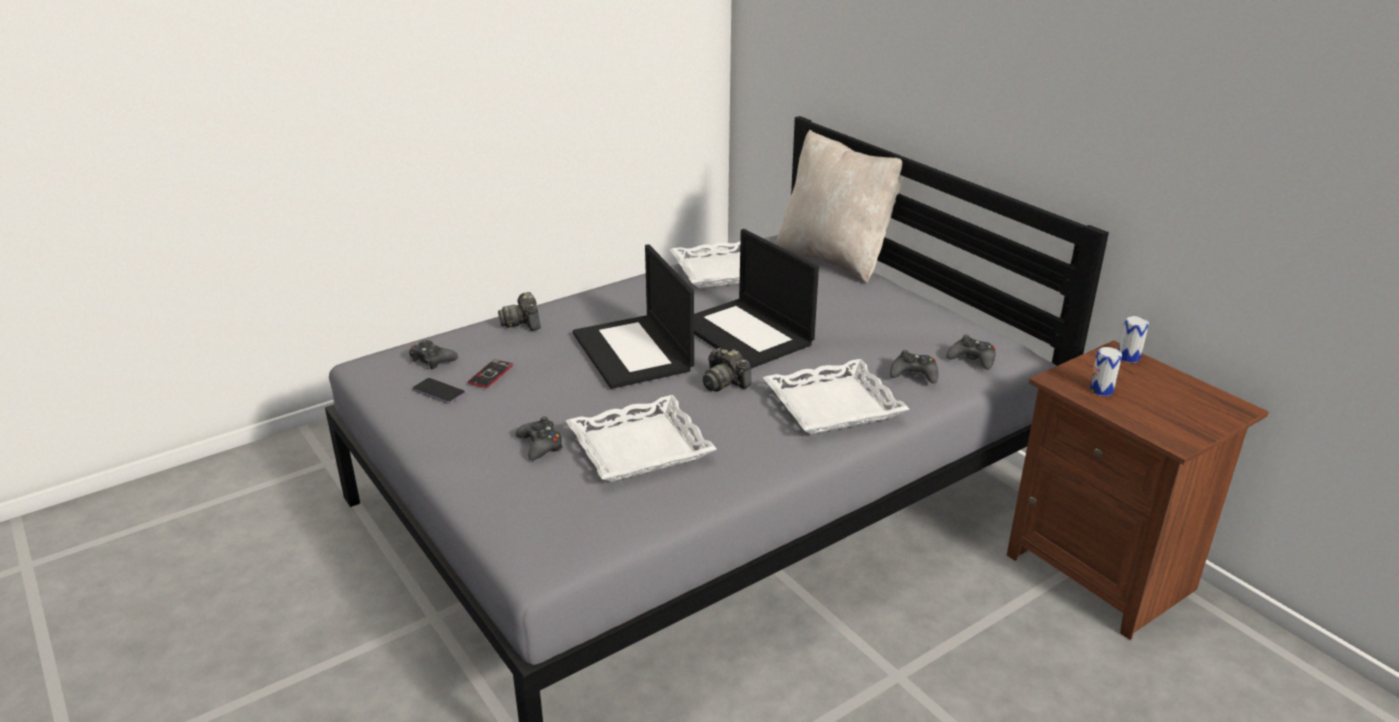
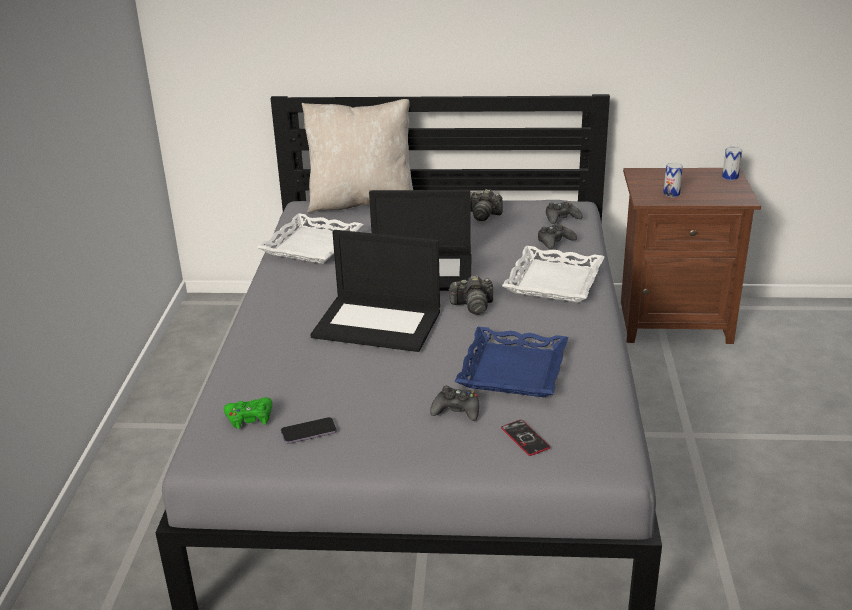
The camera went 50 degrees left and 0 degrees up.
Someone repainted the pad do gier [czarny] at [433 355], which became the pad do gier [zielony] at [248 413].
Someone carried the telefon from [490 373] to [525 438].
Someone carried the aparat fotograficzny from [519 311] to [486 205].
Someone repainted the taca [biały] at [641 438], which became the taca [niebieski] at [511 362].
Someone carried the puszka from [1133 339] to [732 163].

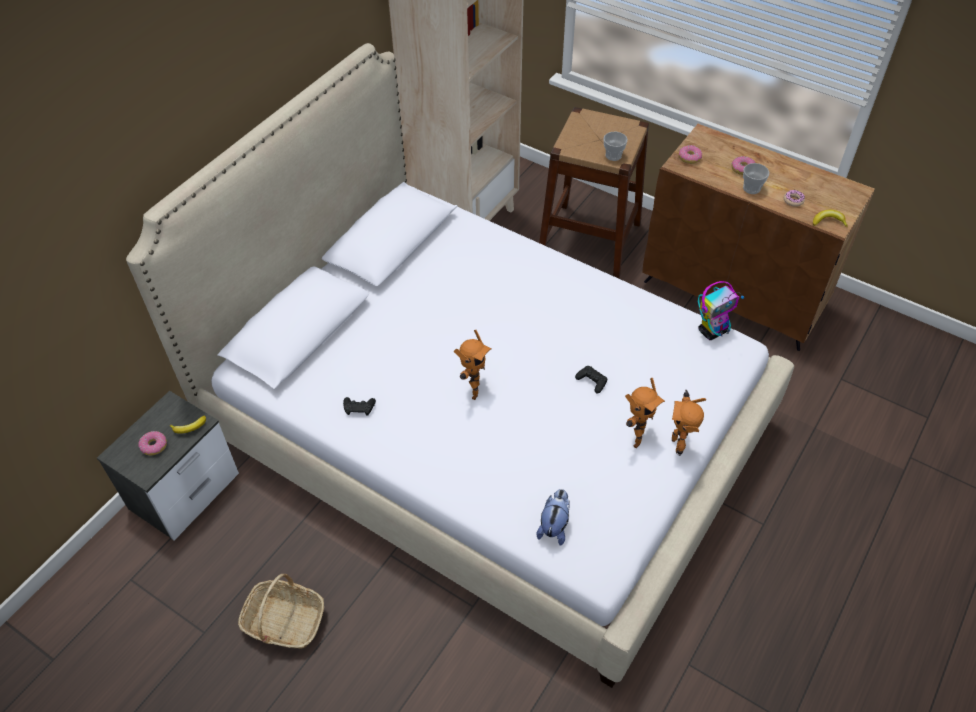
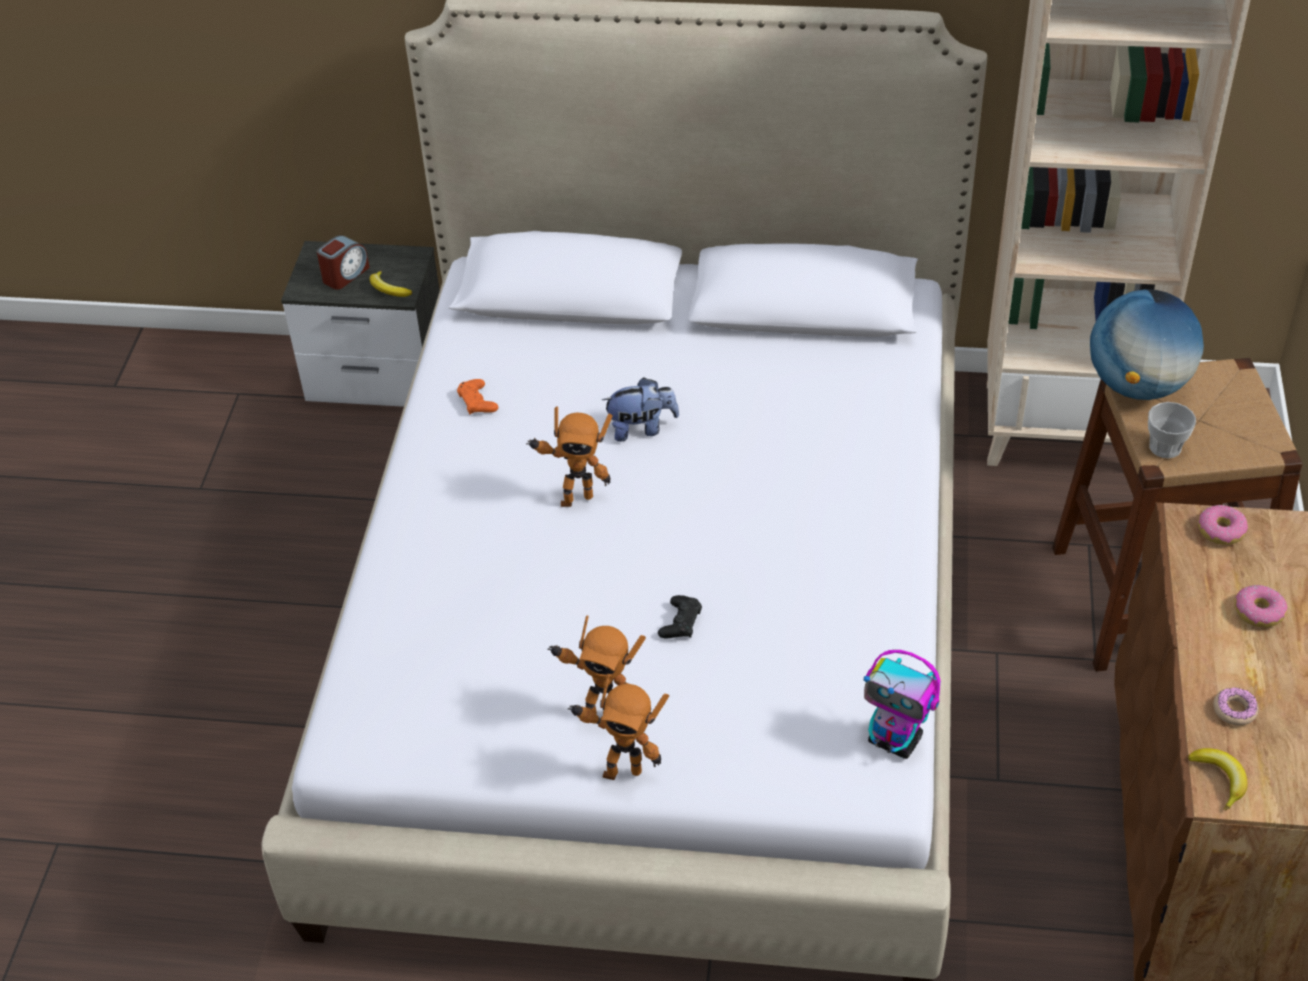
The camera went 65 degrees right and 5 degrees down.
Someone swapped the donut at [152 443] for the budzik at [343 262].
Someone took away the koszyk at [281 611].
Someone repainted the pad do gier [czarny] at [359 406], which became the pad do gier [pomarańczowy] at [478 397].
Someone carried the pluszak from [553 517] to [640 409].
Someone rotated the robot zabawkowy at [689 423] by 150 degrees counterclockwise.
Someone took away the filiżanka at [756 178].
Someone put down the globus at [1147 344].

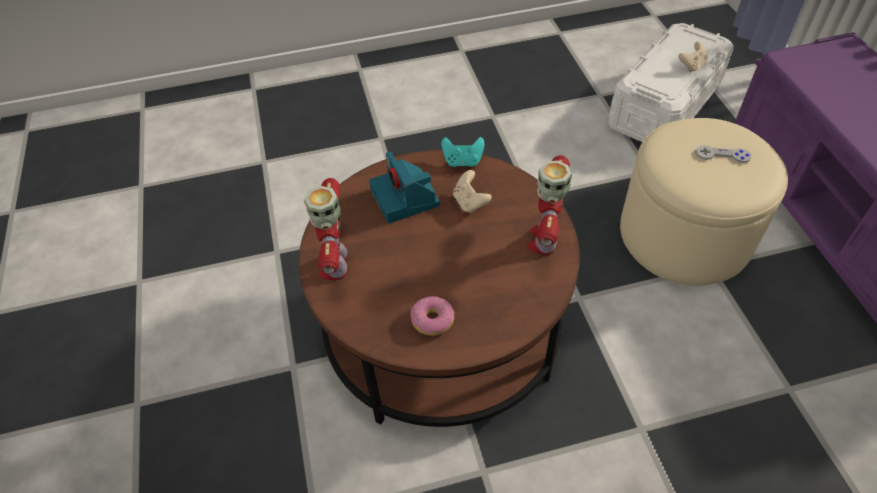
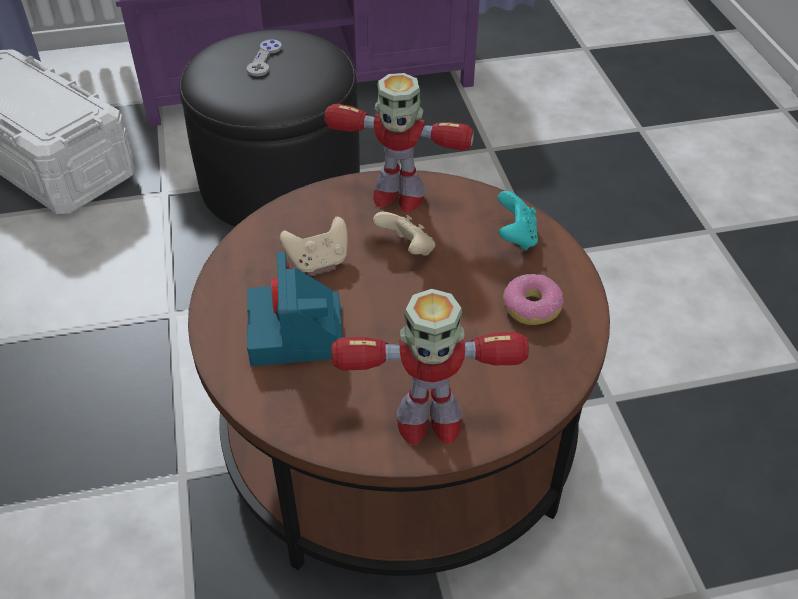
The camera went 90 degrees left and 5 degrees down.
Someone rotated the aparat fotograficzny at [404 187] by 105 degrees clockwise.
Someone carried the pad do gier [turkusowy] from [463 152] to [518 220].
Someone repainted the pufa [beżowy] at [704 202], which became the pufa [czarny] at [269 128].
Someone carried the pad do gier [beżowy] from [693 57] to [404 234].

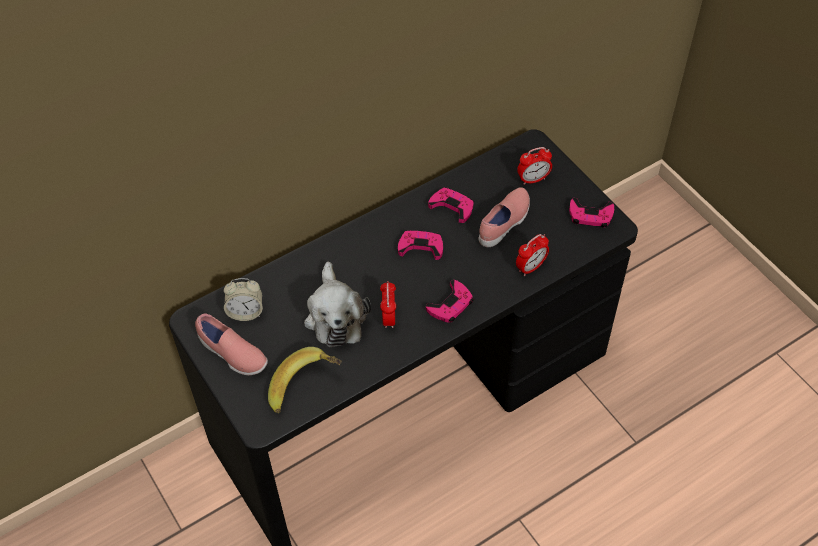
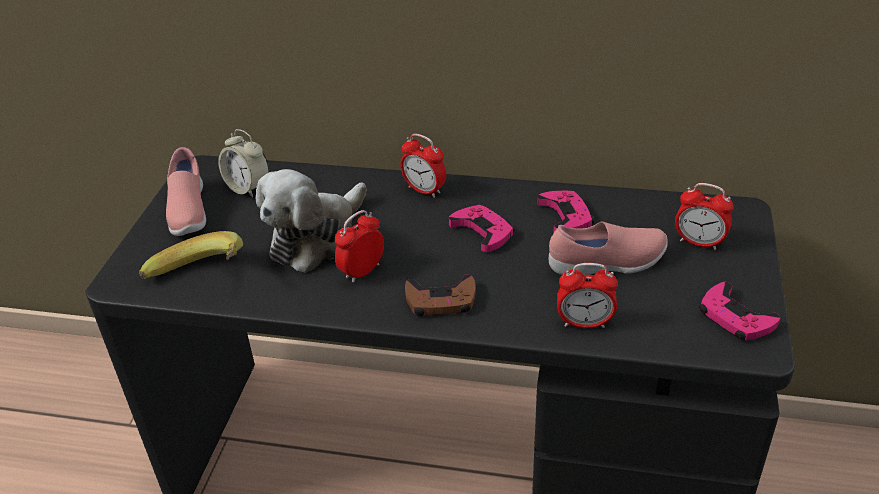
The camera went 45 degrees right and 15 degrees down.
Someone repainted the pad do gier [różowy] at [449 301], which became the pad do gier [brązowy] at [440 295].
Someone put down the budzik at [423 166].

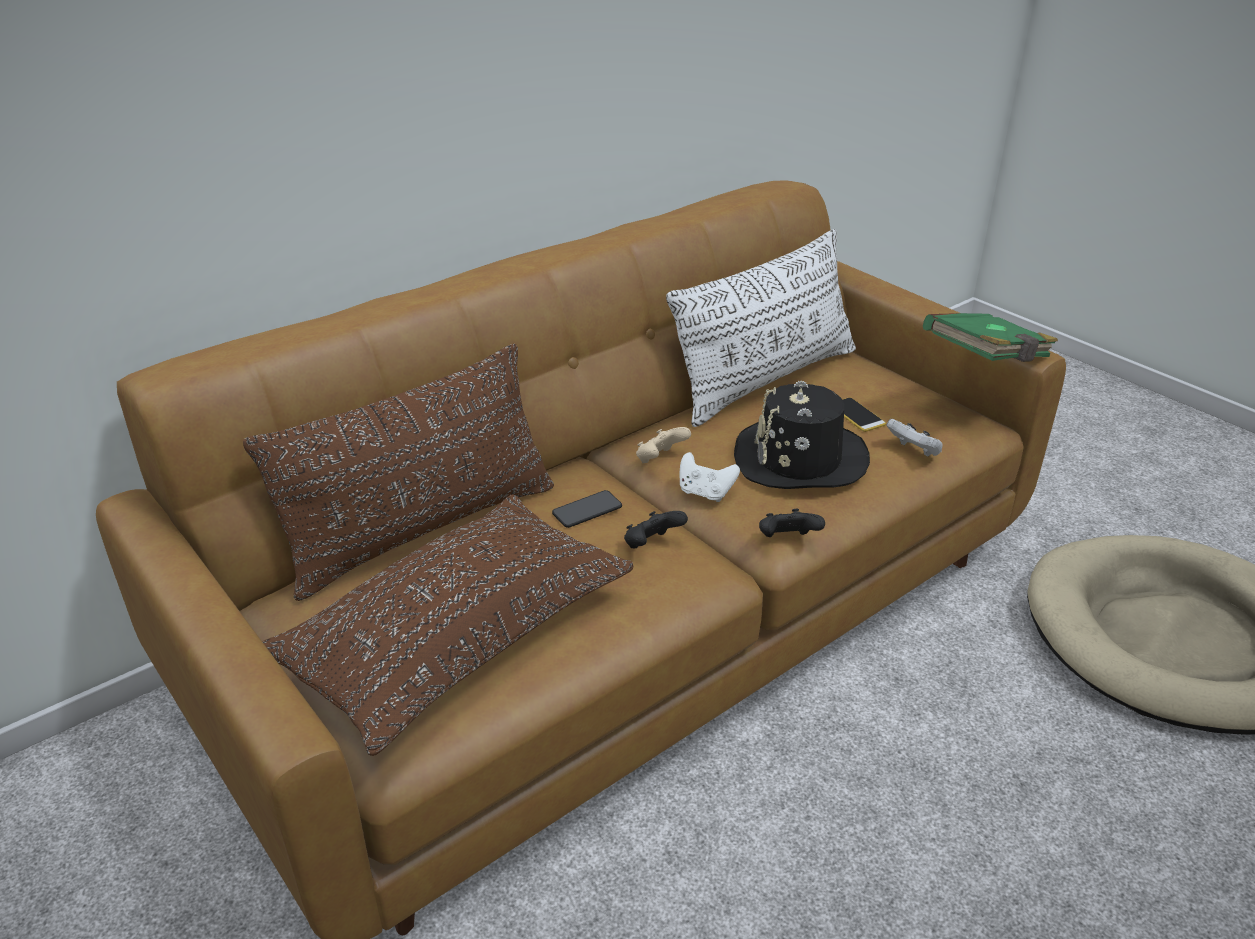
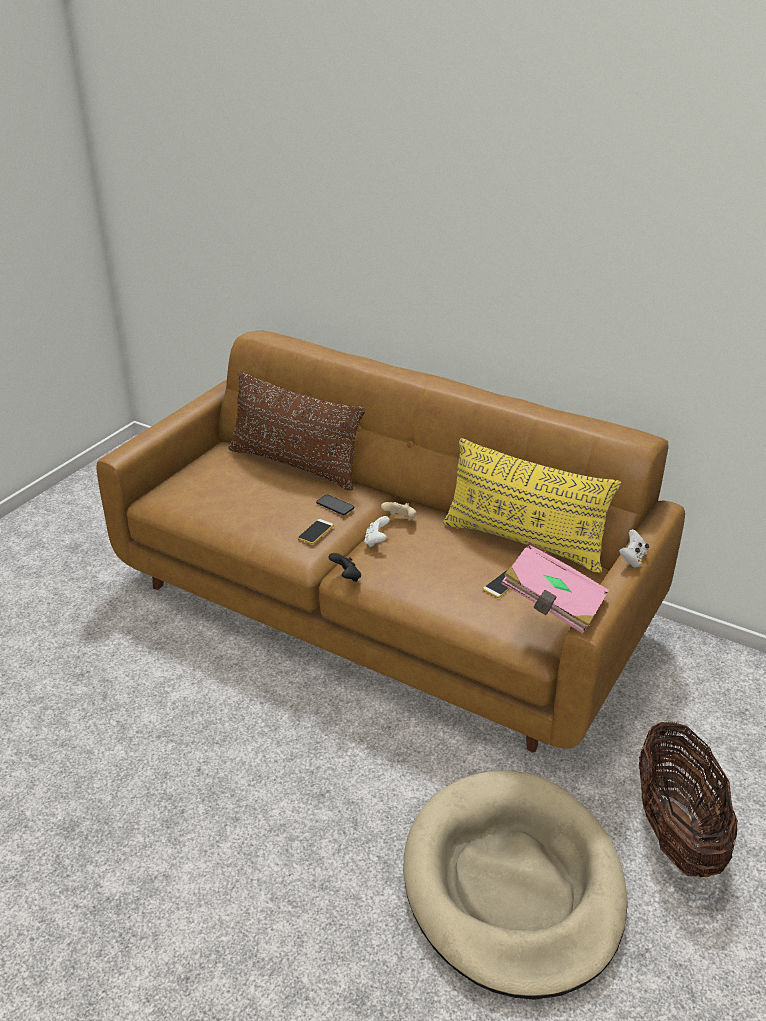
The camera went 70 degrees right and 0 degrees up.
Someone took away the poduszka [brązowy] at [447 625].
Someone swapped the pad do gier [czarny] at [656 529] for the telefon at [316 531].
Someone repainted the poduszka [biały] at [761 328], which became the poduszka [żółty] at [532 505].
Someone took away the kapelusz [czarny] at [802 434].
Someone carried the pad do gier [biały] from [914 438] to [634 548].
Someone repainted the książka [zielony] at [990 337], which became the książka [różowy] at [555 588].
Someone put down the koszyk at [688 799].

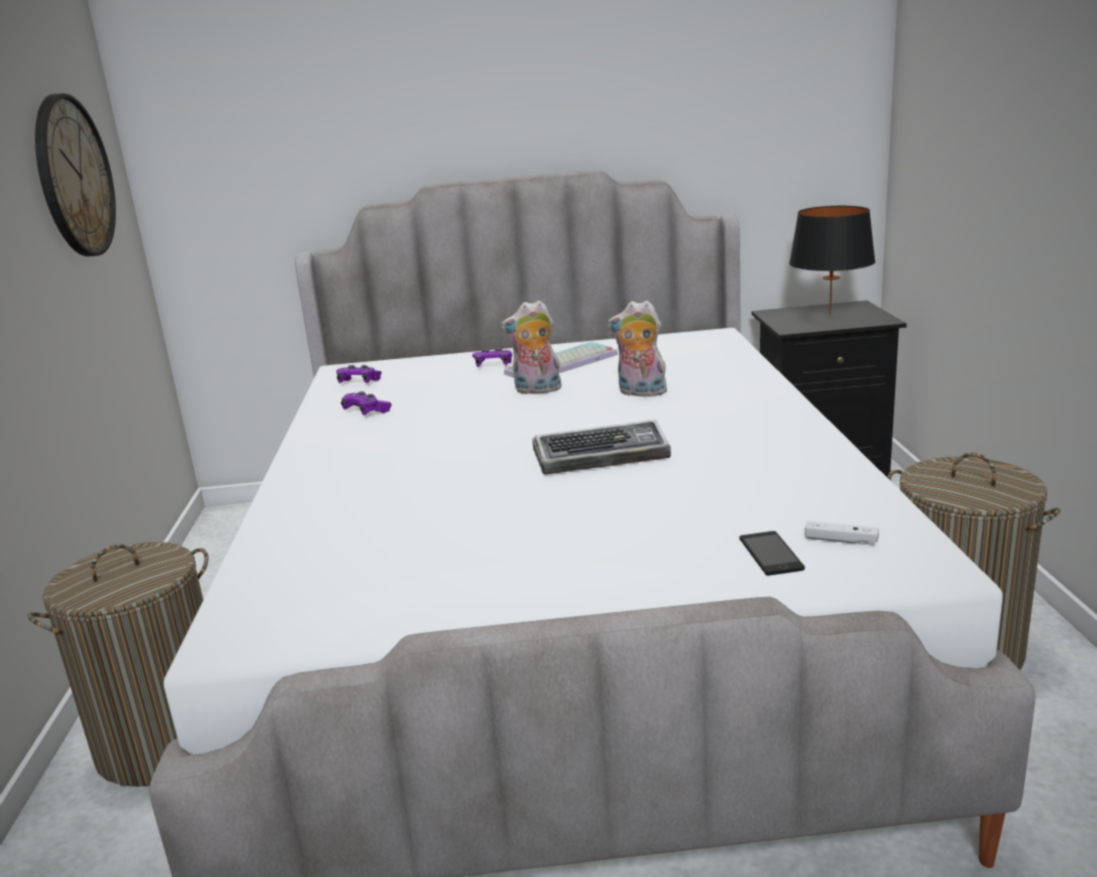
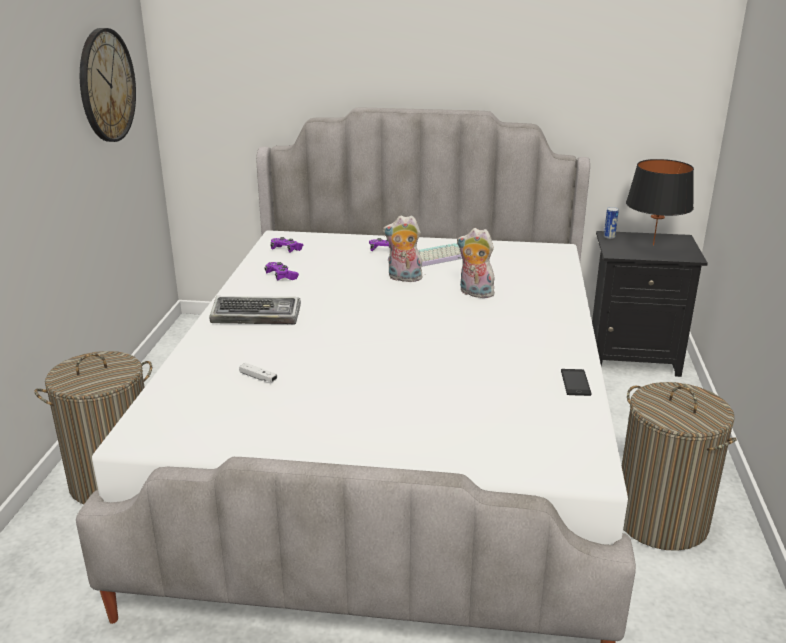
The camera went 10 degrees right and 5 degrees up.
Someone carried the klawiatura from [601 447] to [255 310].
Someone carried the telefon from [772 553] to [576 382].
Someone carried the pad do gier [biały] from [842 532] to [258 372].
Someone put down the puszka at [611 223].

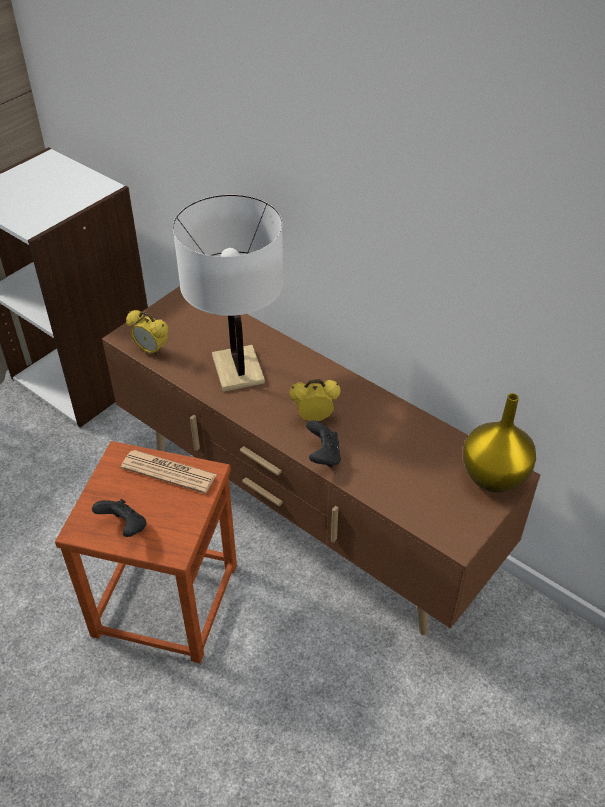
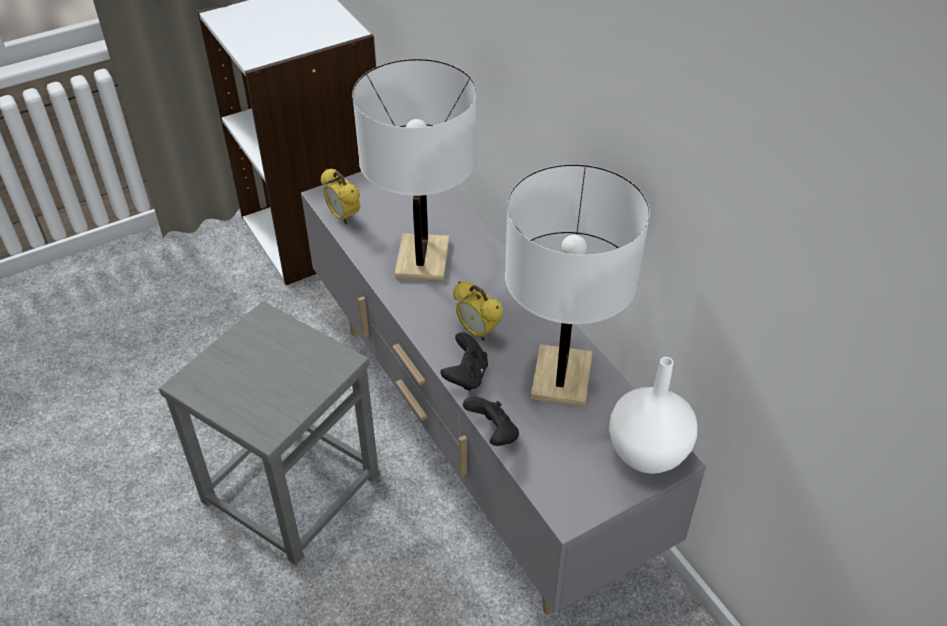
The camera went 20 degrees right and 0 degrees up.
Someone repainted the stołek [brązowy] at [146 552], which became the stołek [szary] at [269 433].
Someone carried the pad do gier [czarny] from [119 518] to [491 421].
Someone repainted the szafka pod telewizor [brązowy] at [321 460], which became the szafka pod telewizor [szary] at [503 393].
Someone took away the gazeta at [169 471].
Someone rotated the budzik at [315 400] by 150 degrees counterclockwise.
Someone repainted the wazon [żółty] at [499 443], which became the wazon [biały] at [653 415].
Someone put down the lampa stołowa [biały] at [577 285].

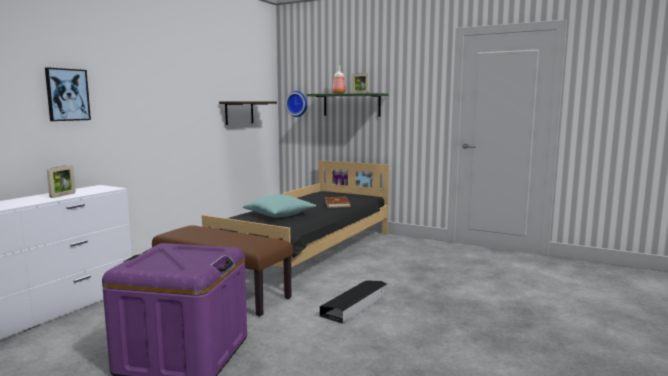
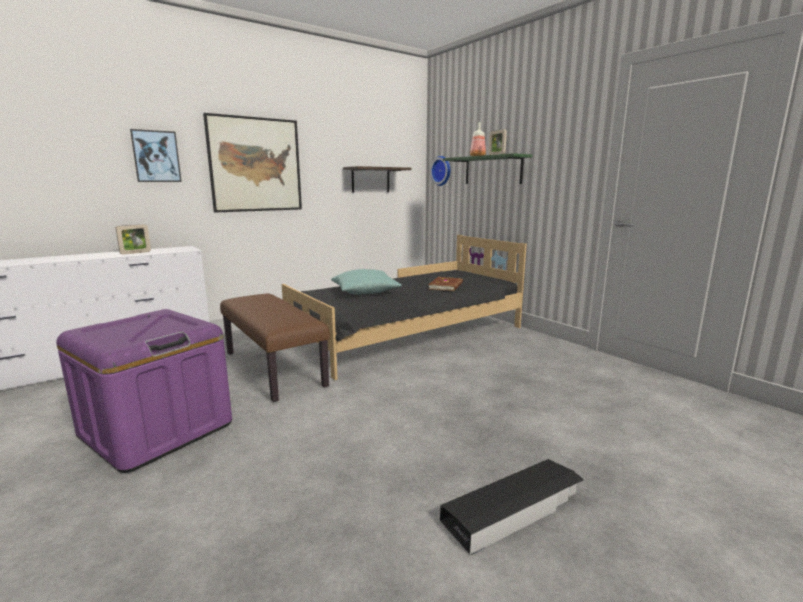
The camera went 25 degrees right and 5 degrees up.
Someone carried the pojemnik do przechowywania [czarny] from [353 302] to [512 507].
Someone put up the obraz at [252 163].

